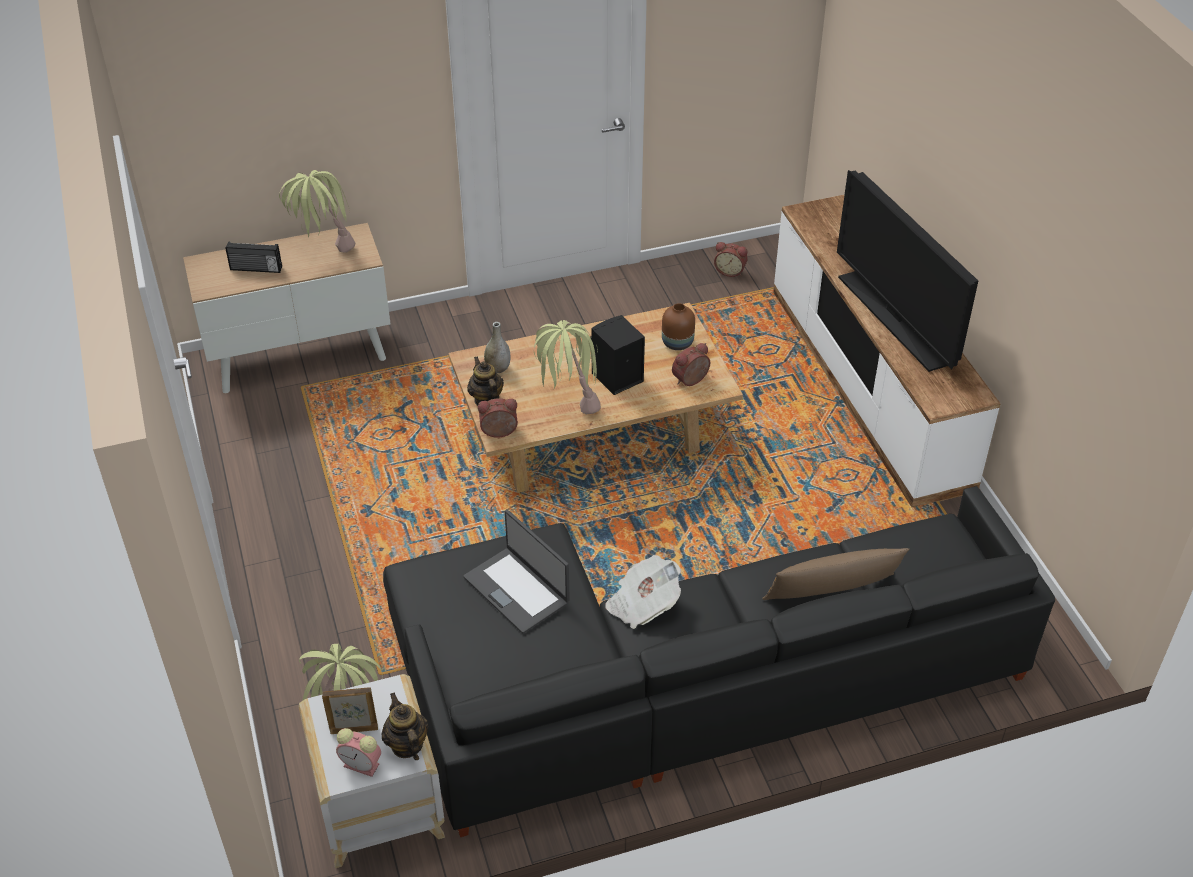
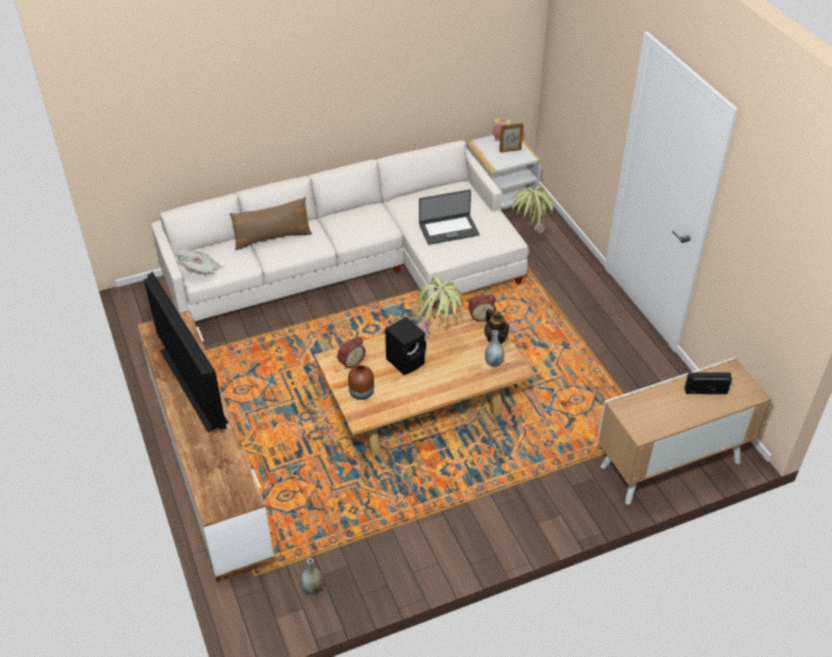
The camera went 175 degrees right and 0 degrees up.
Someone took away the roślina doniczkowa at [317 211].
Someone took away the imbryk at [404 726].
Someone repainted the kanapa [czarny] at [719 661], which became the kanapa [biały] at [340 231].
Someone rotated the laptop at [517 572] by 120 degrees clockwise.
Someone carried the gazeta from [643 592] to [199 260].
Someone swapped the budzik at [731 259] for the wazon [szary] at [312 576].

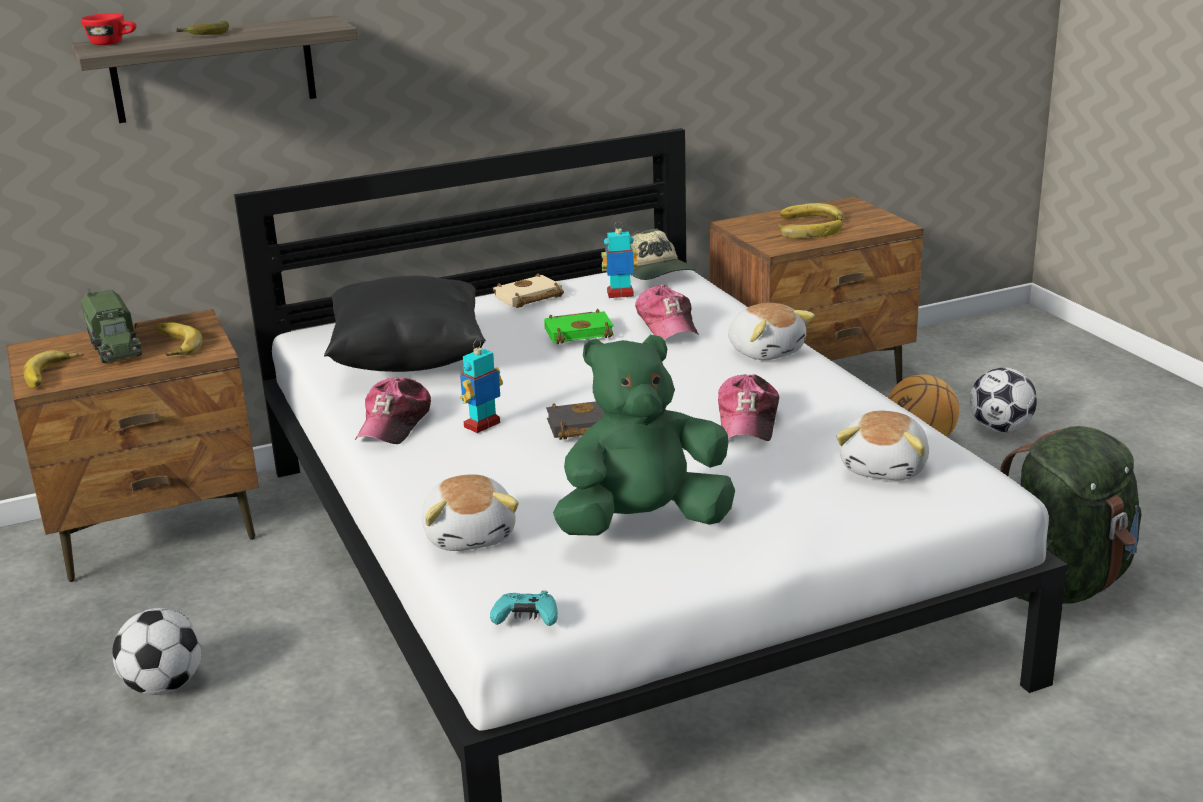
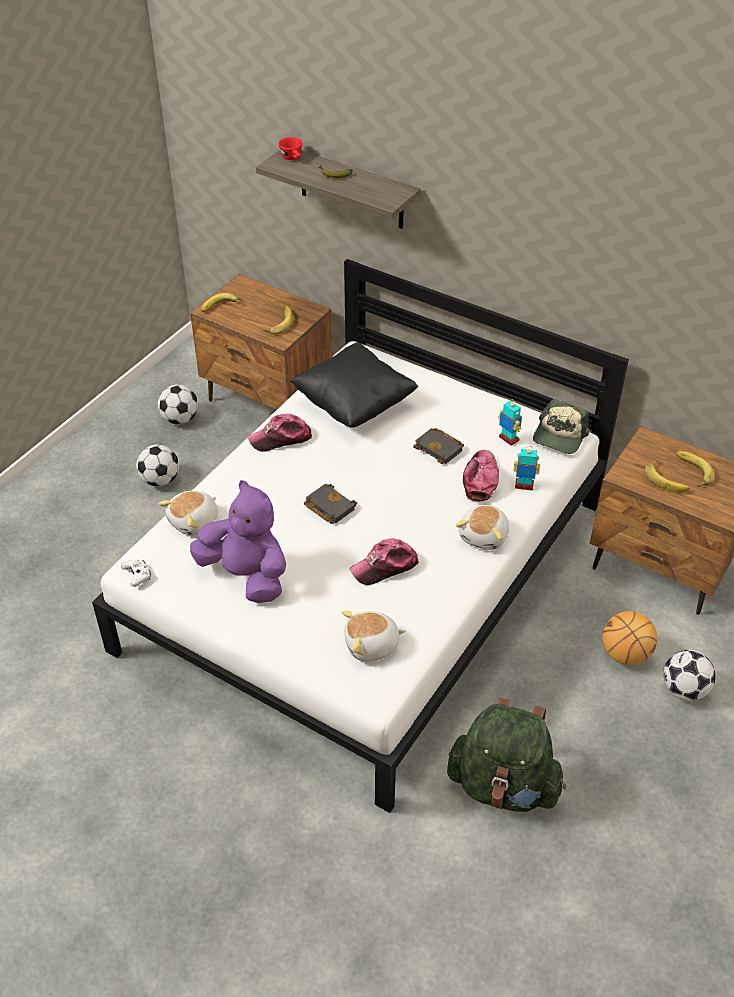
The camera went 55 degrees right and 20 degrees up.
Someone took away the ciężarówka zabawkowa at [111 325].
Someone carried the robot zabawkowy from [481 386] to [526 468].
Someone repainted the pad do gier [turkusowy] at [524 608], which became the pad do gier [biały] at [136 573].
Someone took away the książka [beżowy] at [528 290].
Someone repainted the książka [zielony] at [579 326], which became the książka [czarny] at [438 446].
Someone repainted the pluszak [zielony] at [644 435], which became the pluszak [fioletowy] at [238 541].
Someone rotated the czapka z daszkiem at [667 312] by 150 degrees clockwise.
Someone put down the piłka futbolowa at [178 404].

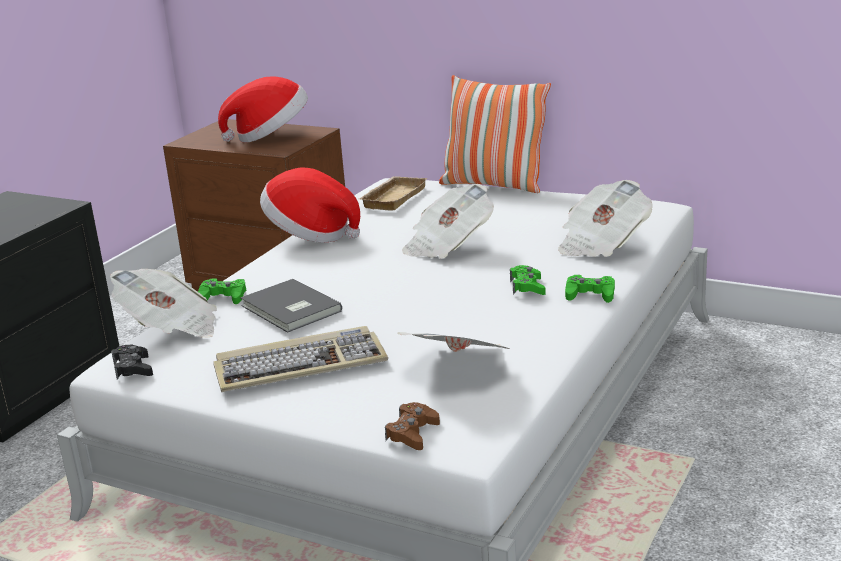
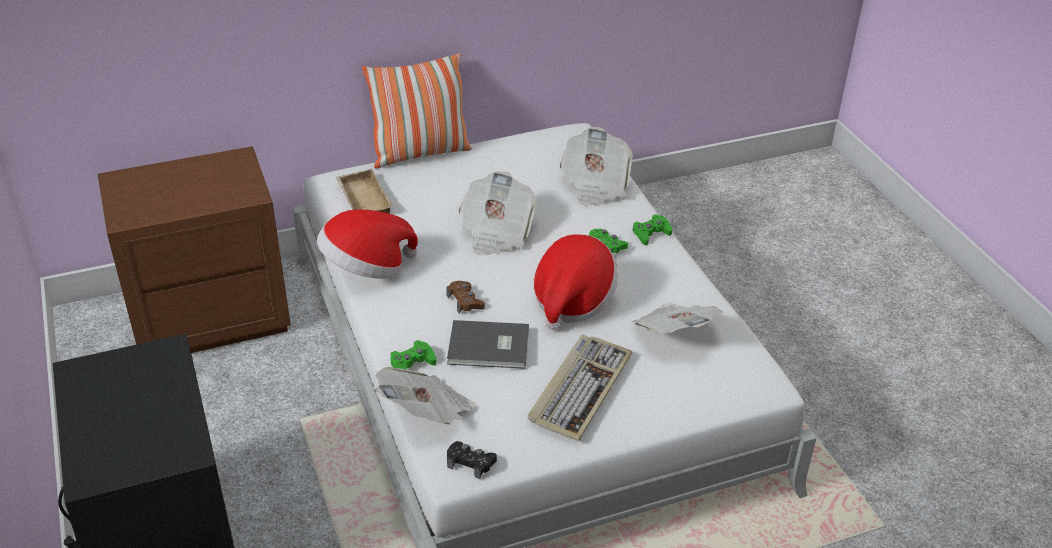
The camera went 50 degrees left and 15 degrees up.
Someone carried the kapelusz from [263 109] to [575 282].
Someone carried the pad do gier [brązowy] from [412 426] to [465 296].

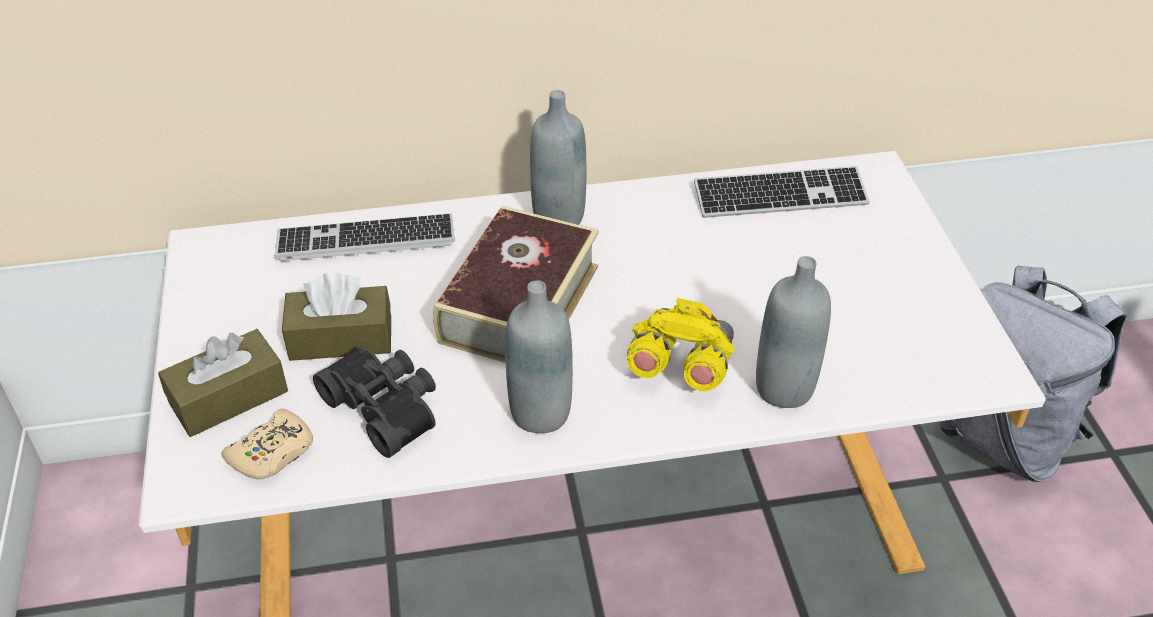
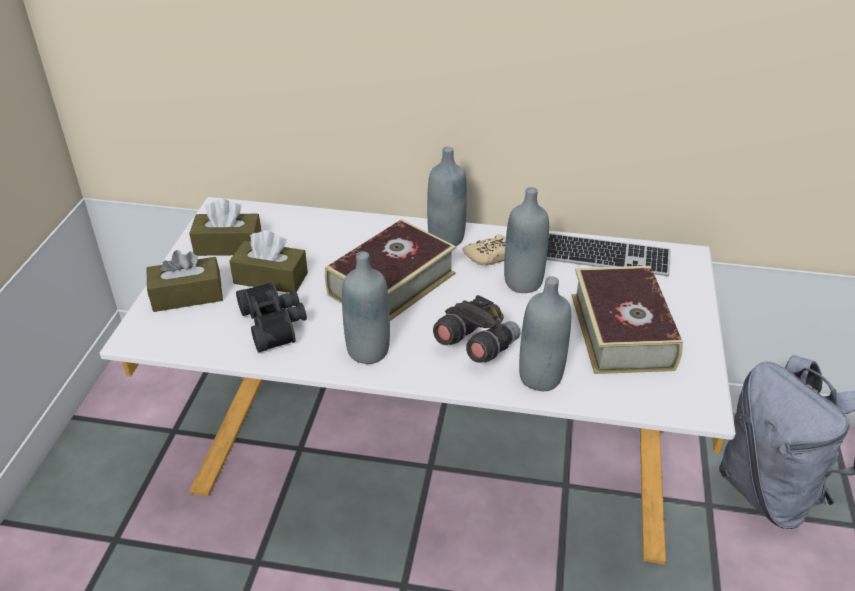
The camera went 20 degrees right and 5 degrees down.
Someone carried the pad do gier [beżowy] from [267 444] to [484 250].
Someone took away the klawiatura at [364 237].
Someone repainted the lornetka [żółty] at [680 345], which became the lornetka [szary] at [477 329].
Someone put down the pudełko chusteczek [brązowy] at [225 227].
Someone put down the butelka [szary] at [526 240].
Someone put down the książka at [627 320].

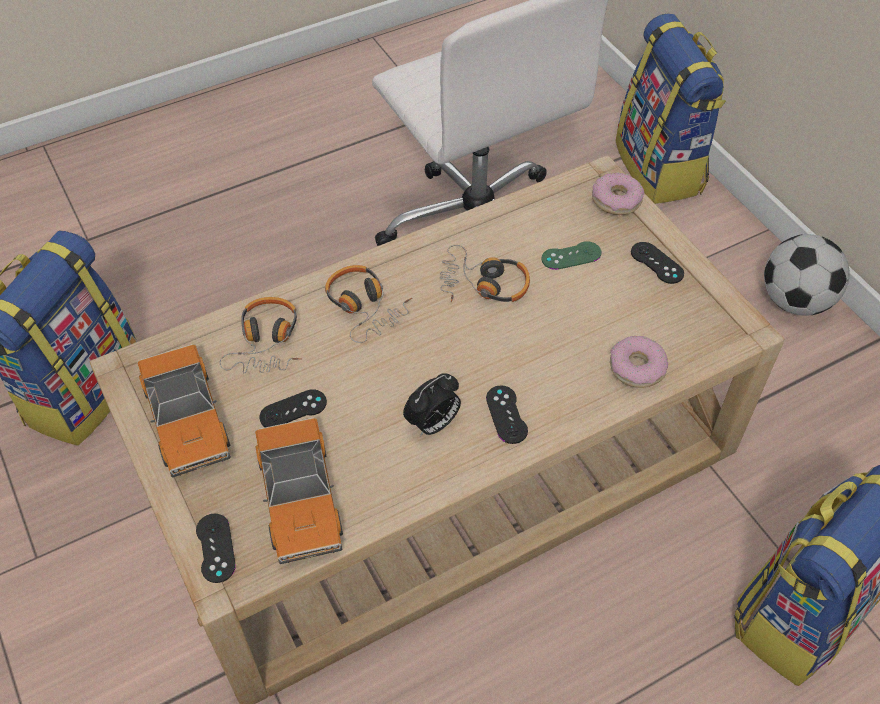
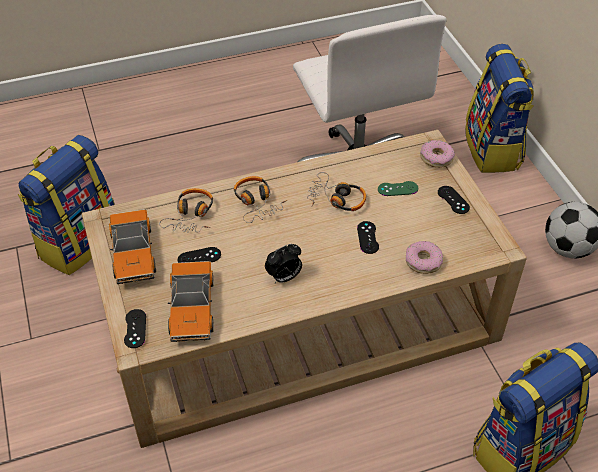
The camera went 10 degrees right and 5 degrees down.
Someone carried the pad do gier [czarny] from [507 415] to [368 237].

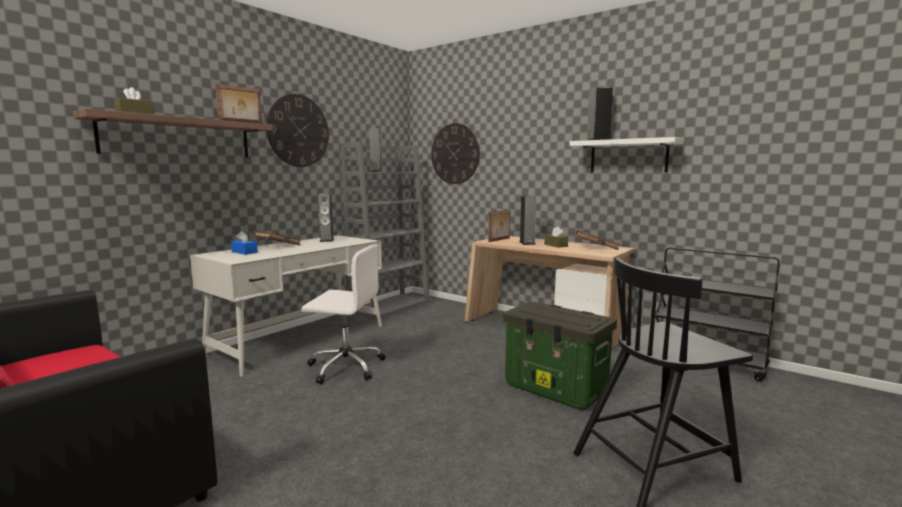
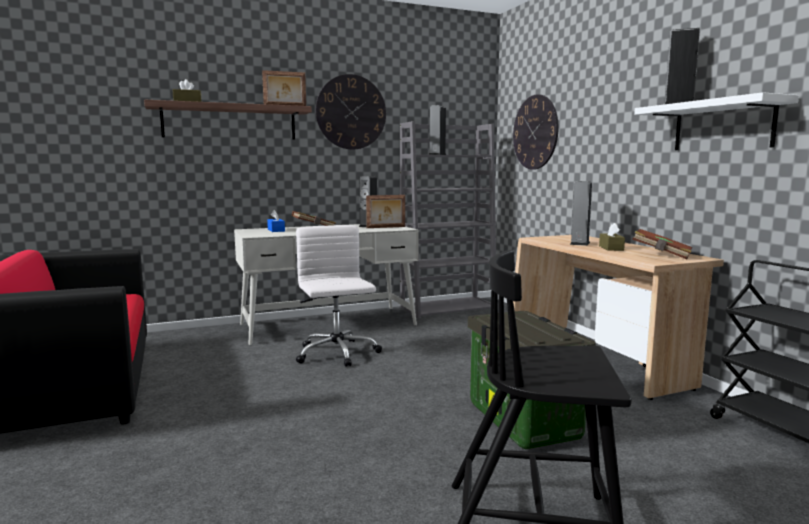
The camera went 30 degrees right and 0 degrees up.
Someone rotated the krzesło biurowe [biały] at [343 314] by 150 degrees counterclockwise.
Someone carried the ramka na zdjęcie from [499 226] to [385 211].

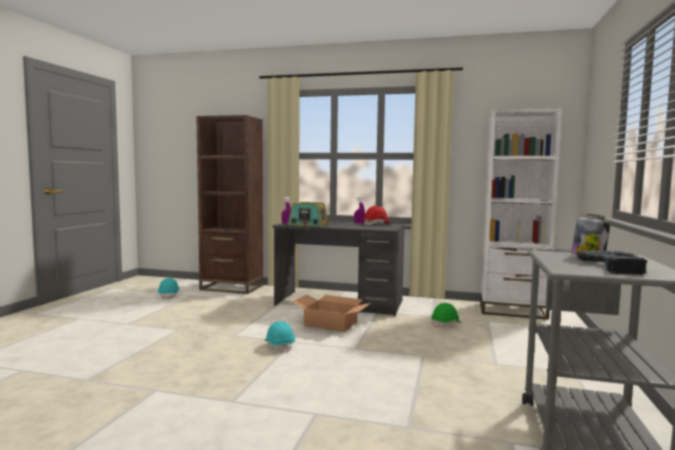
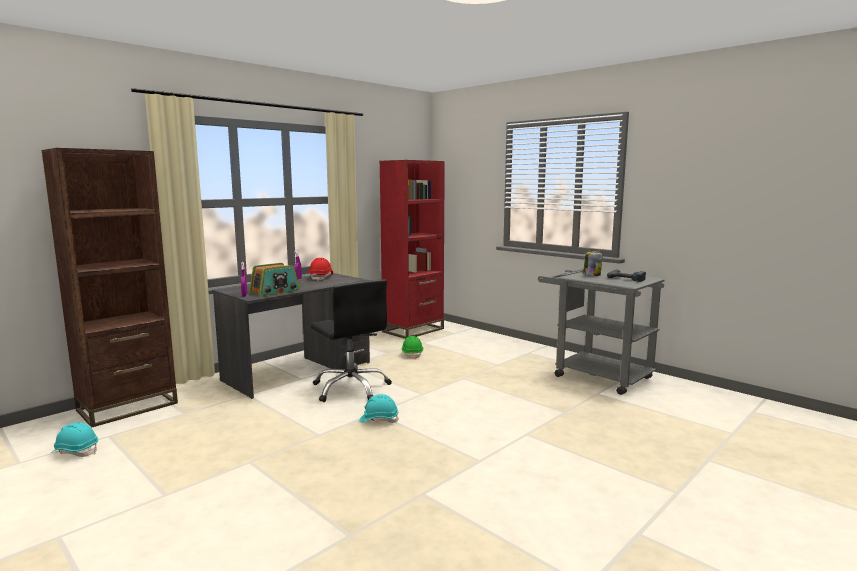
The camera went 60 degrees left and 5 degrees up.
Someone swapped the karton at [331 313] for the krzesło biurowe [czarny] at [351 340].
Someone repainted the regał [biały] at [521 214], which became the regał [czerwony] at [412 249].

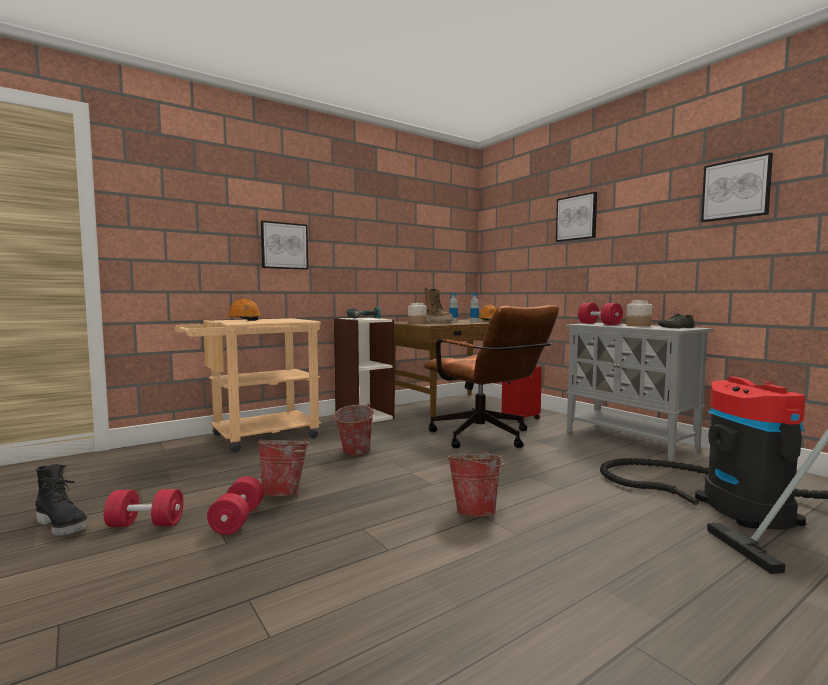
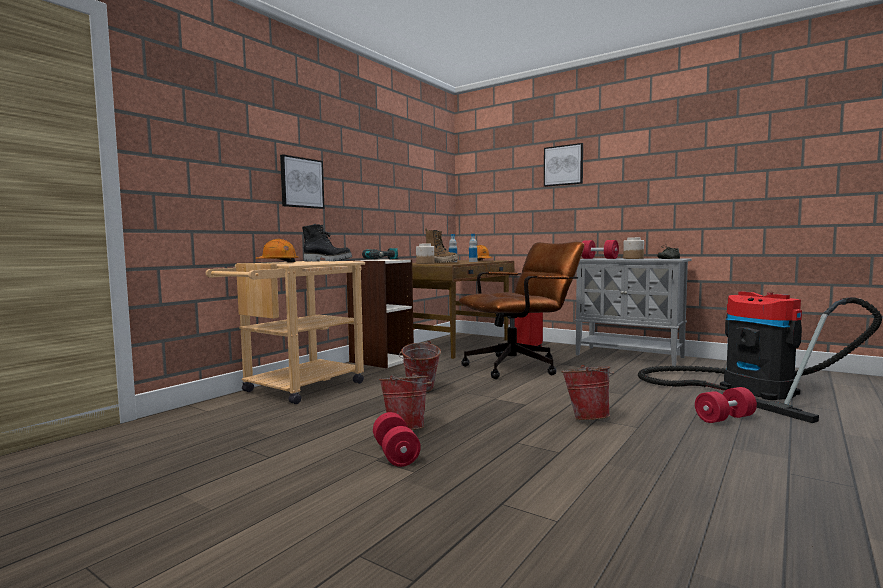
The camera went 20 degrees left and 0 degrees up.
Someone carried the but z cholewką [czarny] from [61 500] to [327 242].
Someone carried the hantel [czerwony] from [144 508] to [726 405].
Someone rotated the krzesło biurowe [brązowy] at [491 376] by 60 degrees counterclockwise.
Someone took away the obraz at [737 187].

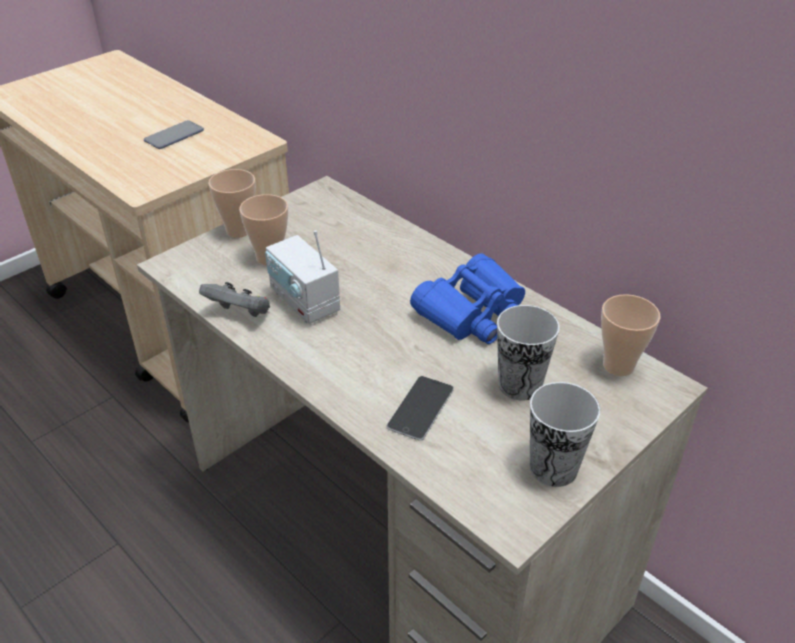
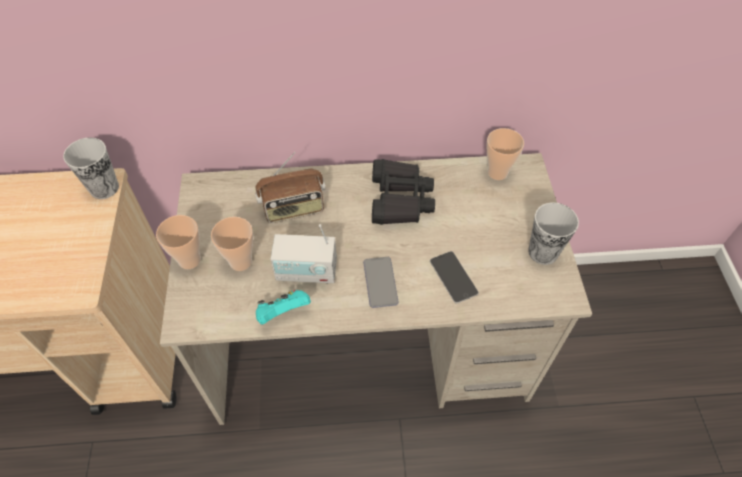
The camera went 50 degrees left and 15 degrees up.
Someone carried the telefon from [174 134] to [380 282].
Someone repainted the pad do gier [szary] at [234 299], which became the pad do gier [turkusowy] at [283 307].
Someone repainted the lornetka [niebieski] at [467 299], which became the lornetka [czarny] at [403 192].
Someone carried the filiżanka from [528 353] to [91 168].
Someone put down the radio at [290 187].

